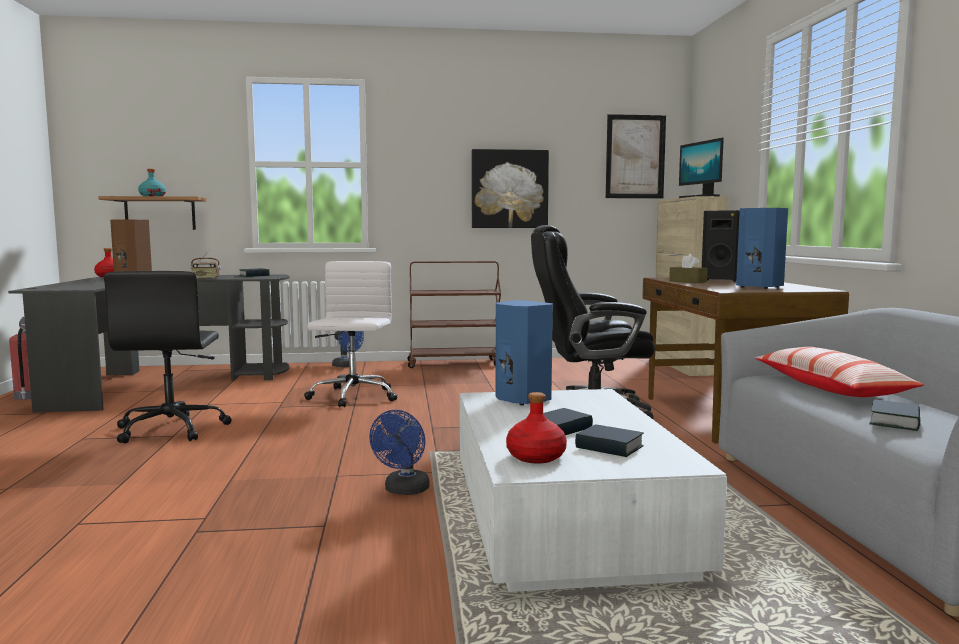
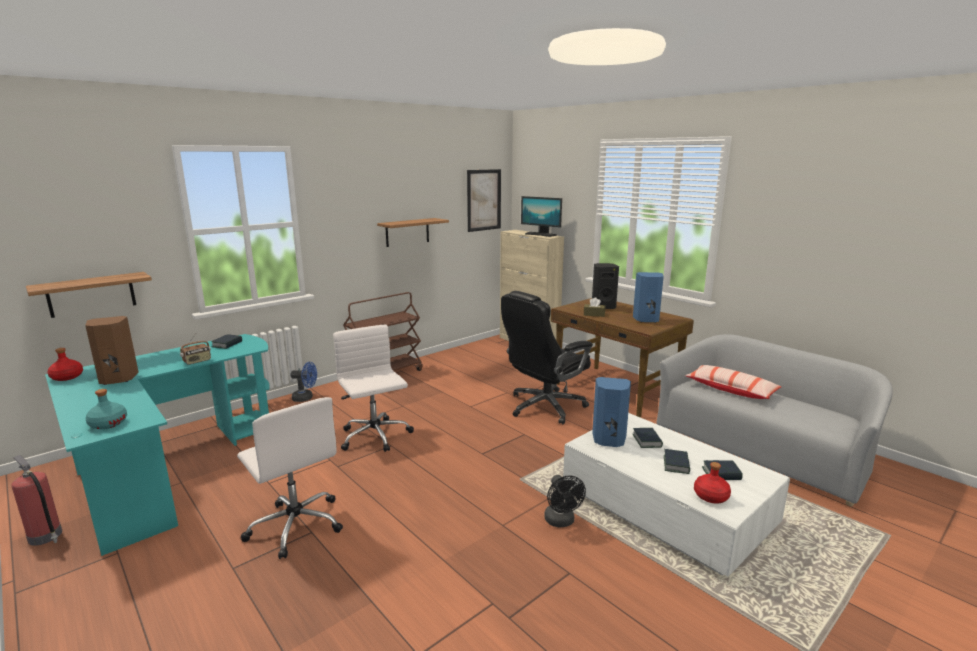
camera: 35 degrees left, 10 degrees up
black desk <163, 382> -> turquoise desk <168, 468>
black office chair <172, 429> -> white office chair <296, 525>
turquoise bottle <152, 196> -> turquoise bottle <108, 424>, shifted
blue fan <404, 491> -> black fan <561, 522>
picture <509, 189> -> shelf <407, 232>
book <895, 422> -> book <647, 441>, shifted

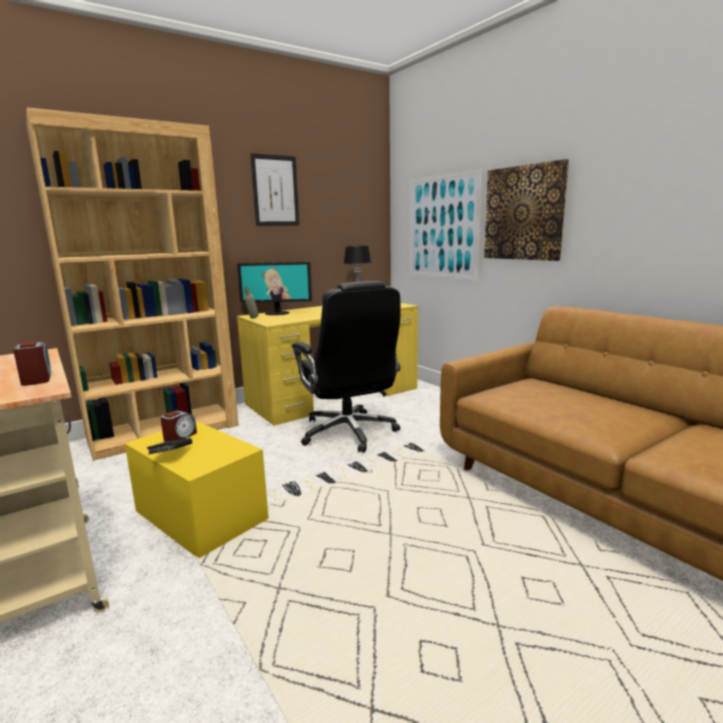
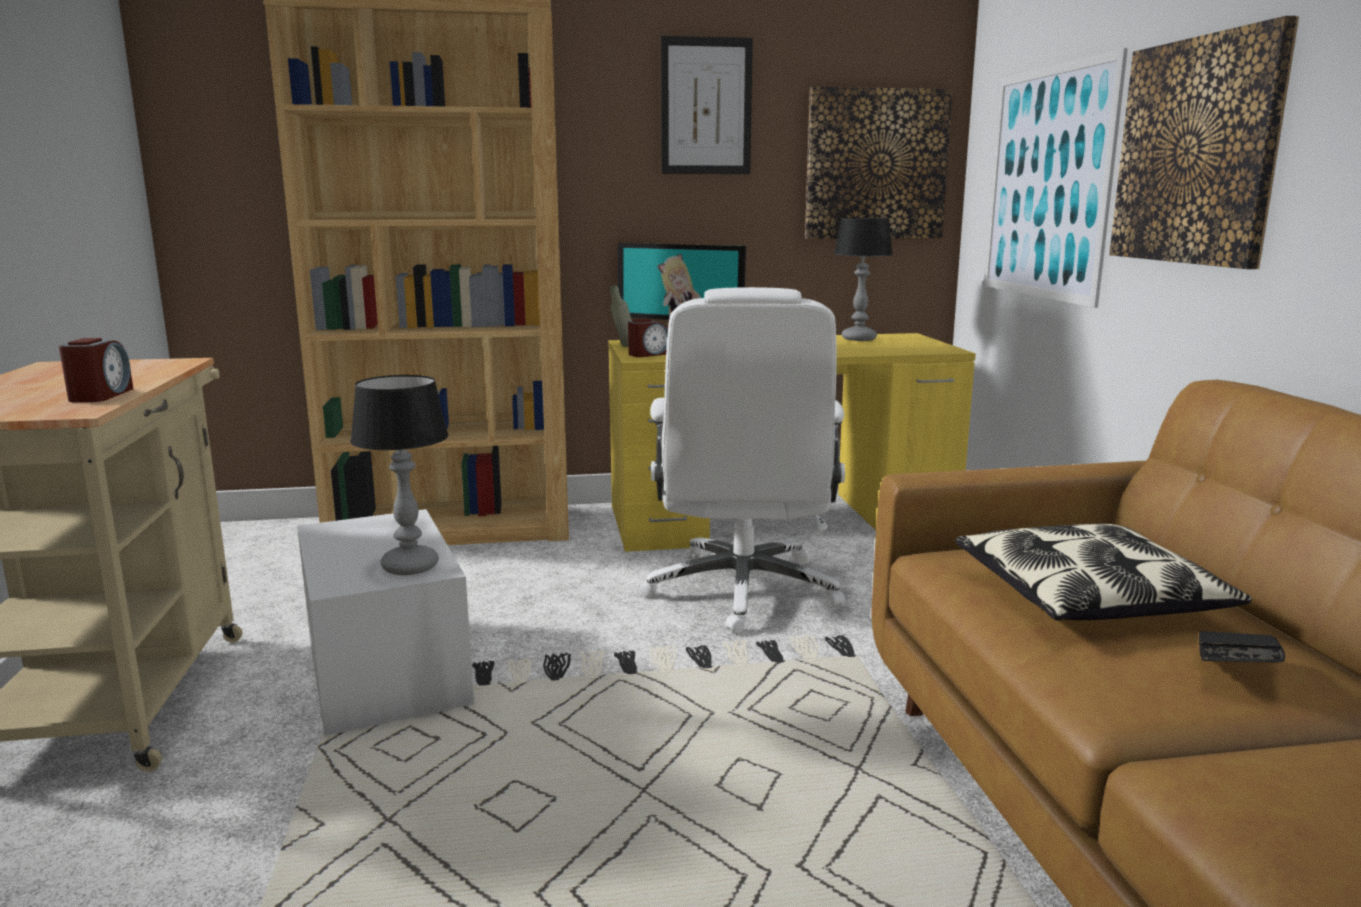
camera: 25 degrees right, 0 degrees up
yellow storage box <200, 515> -> white storage box <386, 671>
black book <171, 455> -> black book <1234, 672>, shifted
alarm clock <180, 437> -> alarm clock <648, 354>, shifted
black office chair <349, 433> -> white office chair <742, 591>
none -> table lamp <410, 567>
none -> picture <876, 164>
none -> pillow <1088, 597>

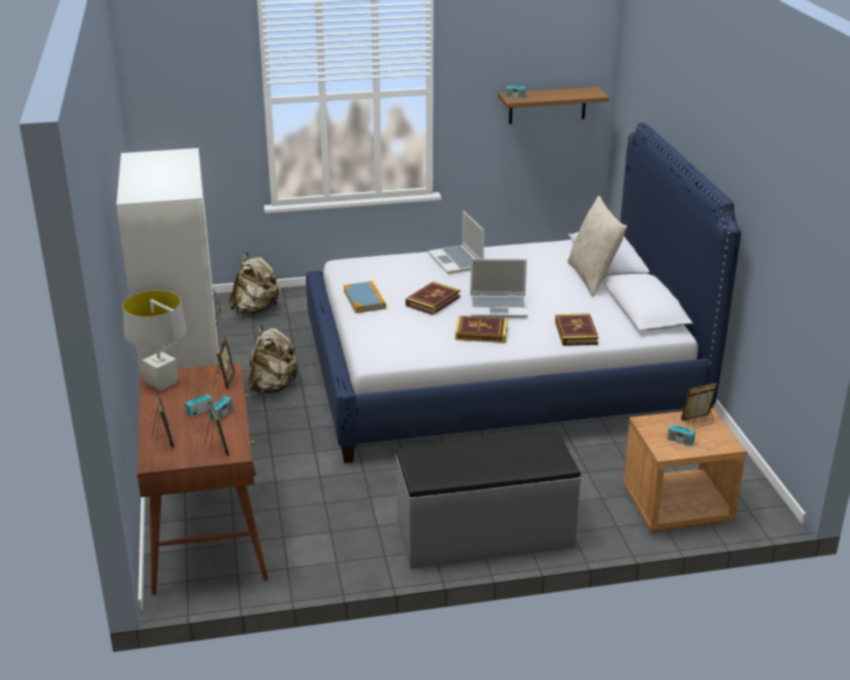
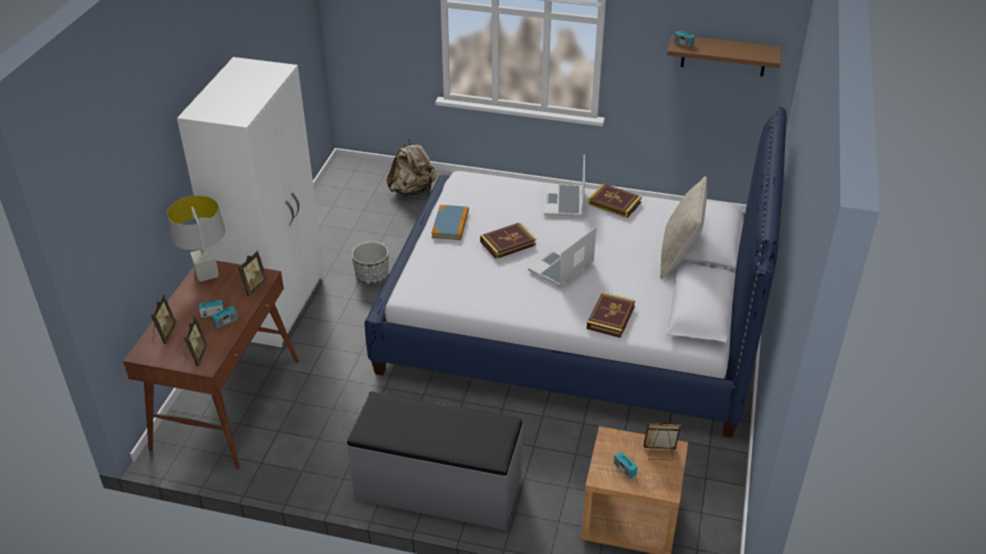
camera: 25 degrees right, 10 degrees up
beige backpack <273, 387> -> planter <372, 276>
book <481, 332> -> book <614, 203>, shifted
laptop <499, 308> -> laptop <561, 267>, 105 degrees clockwise

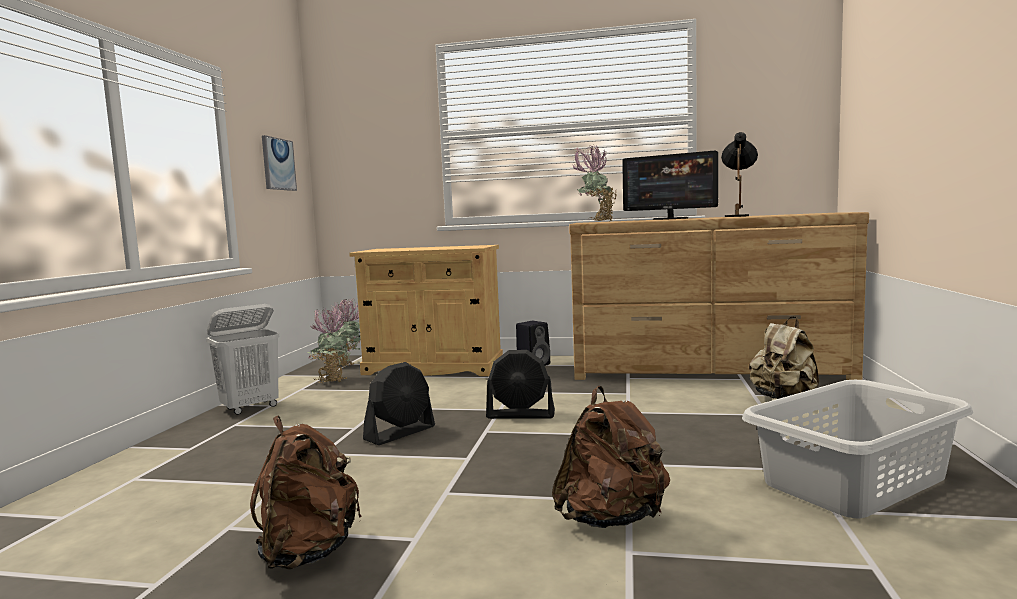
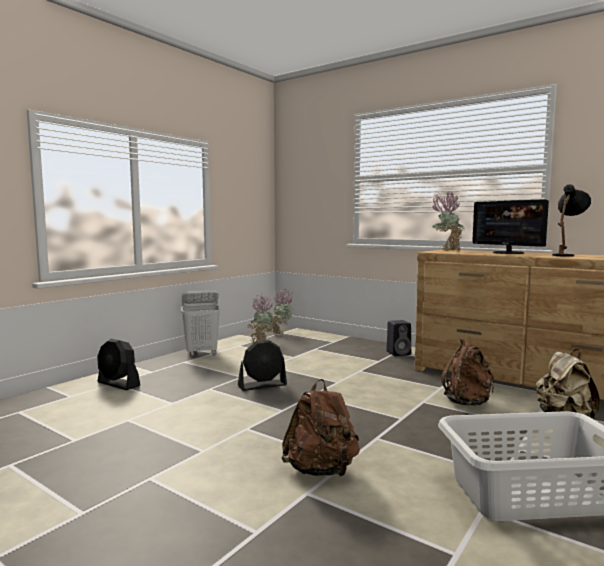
camera: 25 degrees right, 0 degrees up
brown backpack <308, 552> -> brown backpack <467, 402>, shifted
picture <278, 164> -> none
beige cabinet <433, 368> -> none
black fan <521, 415> -> black fan <118, 384>, shifted

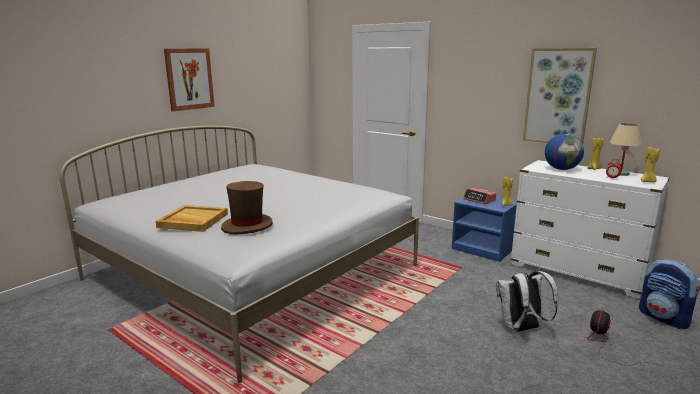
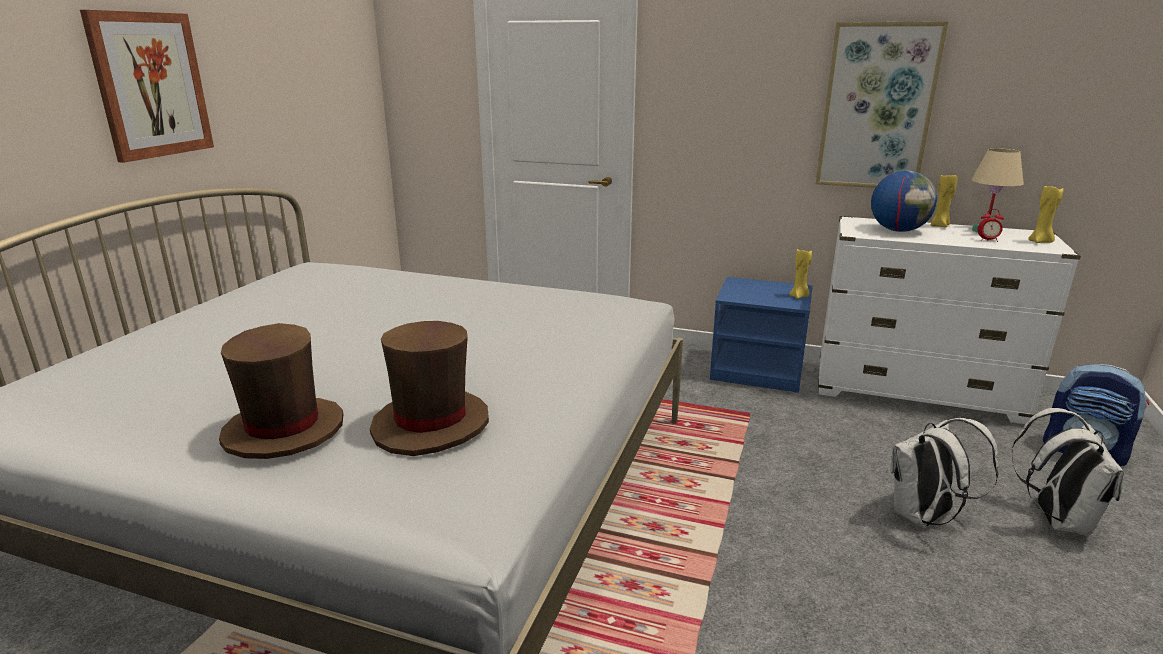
camera: 20 degrees left, 5 degrees up
beige tray <192, 221> -> brown hat <284, 431>
alarm clock <479, 200> -> none
fan <606, 344> -> white backpack <1056, 519>

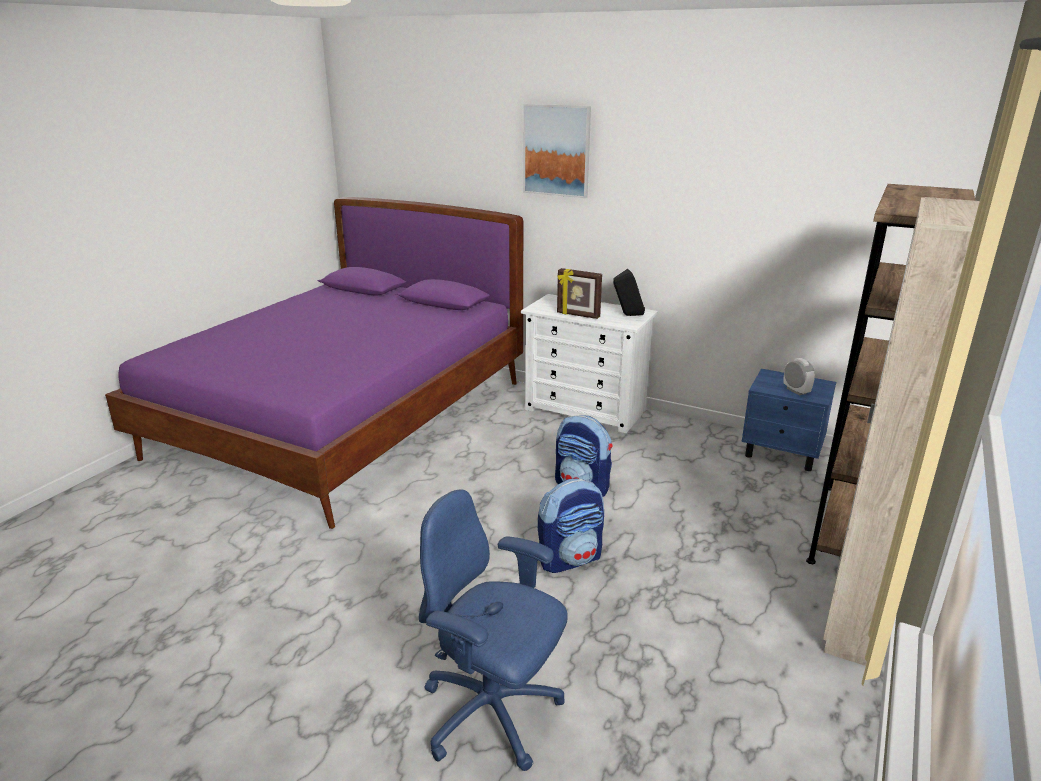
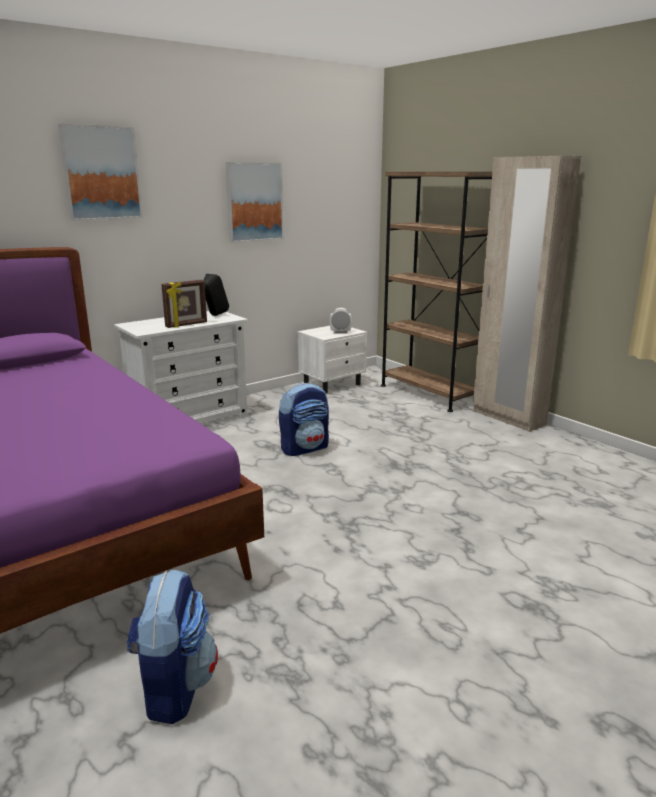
camera: 65 degrees left, 5 degrees down
blue office chair <492, 714> -> none
backpack <570, 558> -> backpack <174, 687>, shifted
blue nightstand <782, 453> -> white nightstand <333, 384>
none -> picture <254, 202>

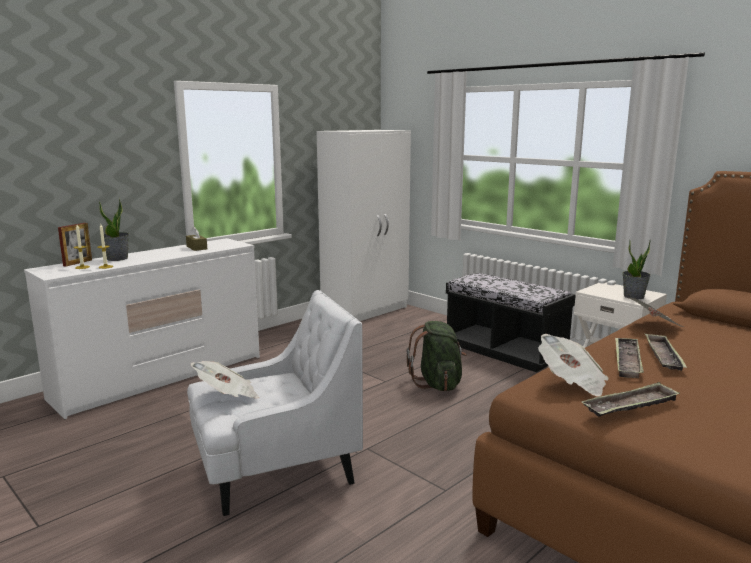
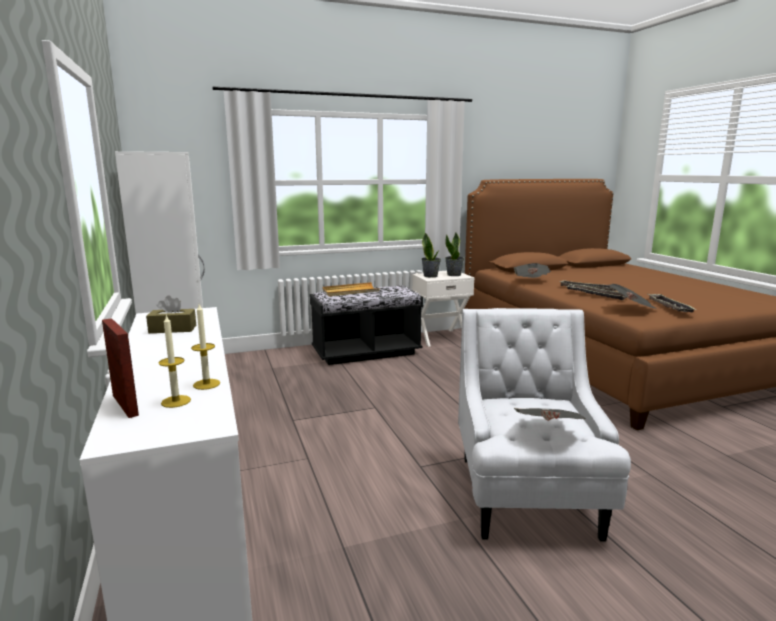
camera: 65 degrees left, 0 degrees up
potted plant <117, 258> -> potted plant <430, 276>, shifted
green backpack <438, 384> -> none
none -> beige tray <350, 291>

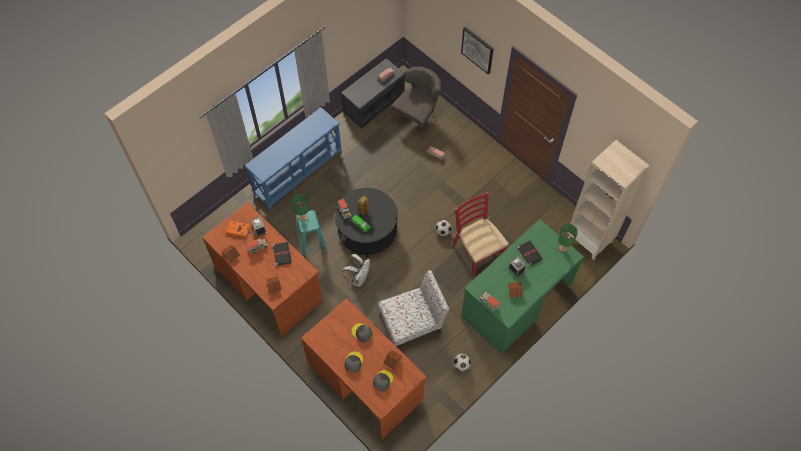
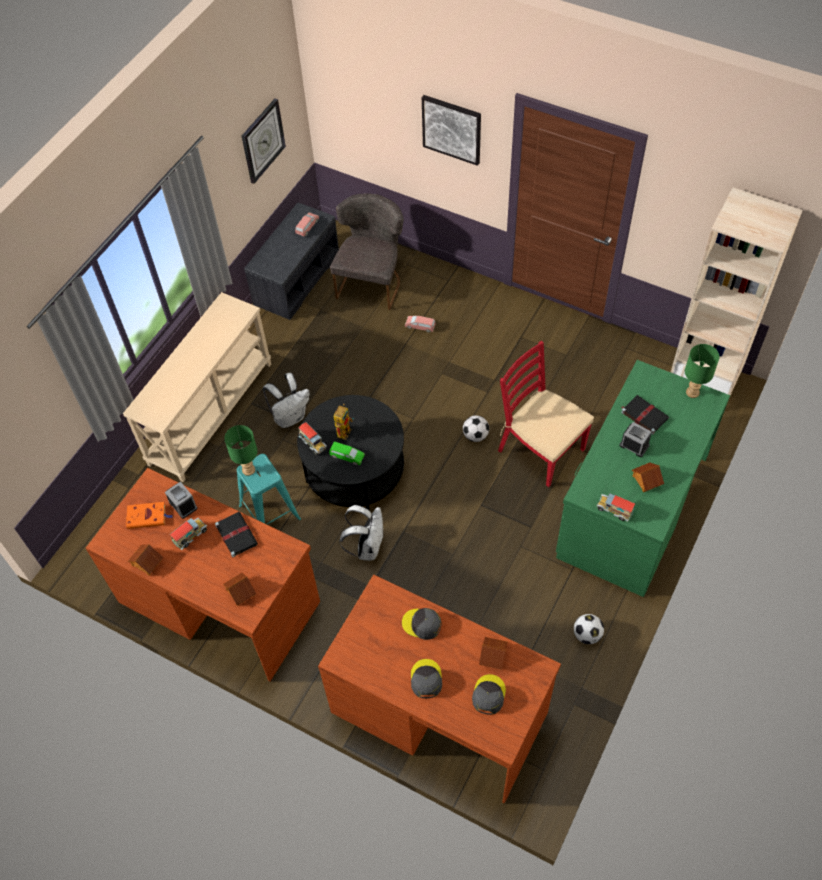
camera: 15 degrees left, 5 degrees down
blue console table <298, 172> -> beige console table <210, 412>
chair <412, 323> -> none
none -> wall clock <262, 140>
none -> white backpack <290, 417>

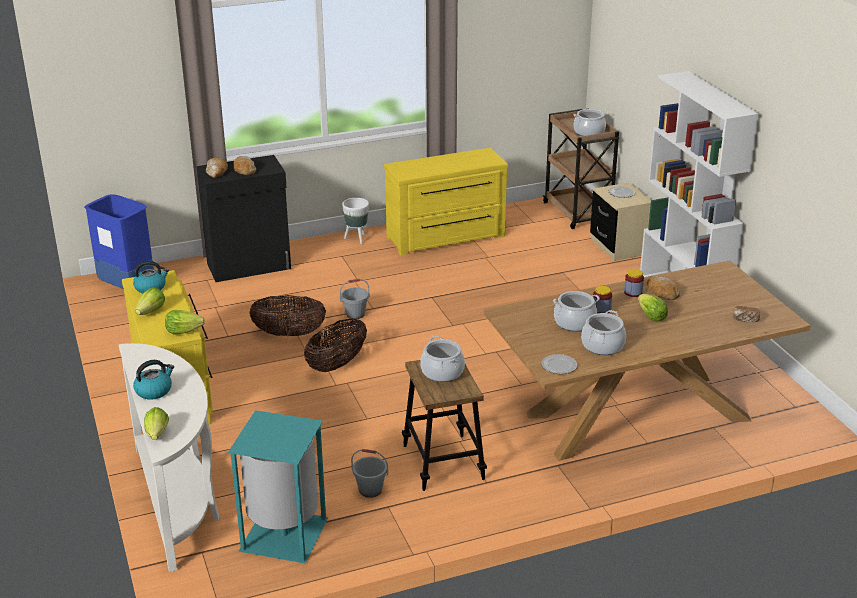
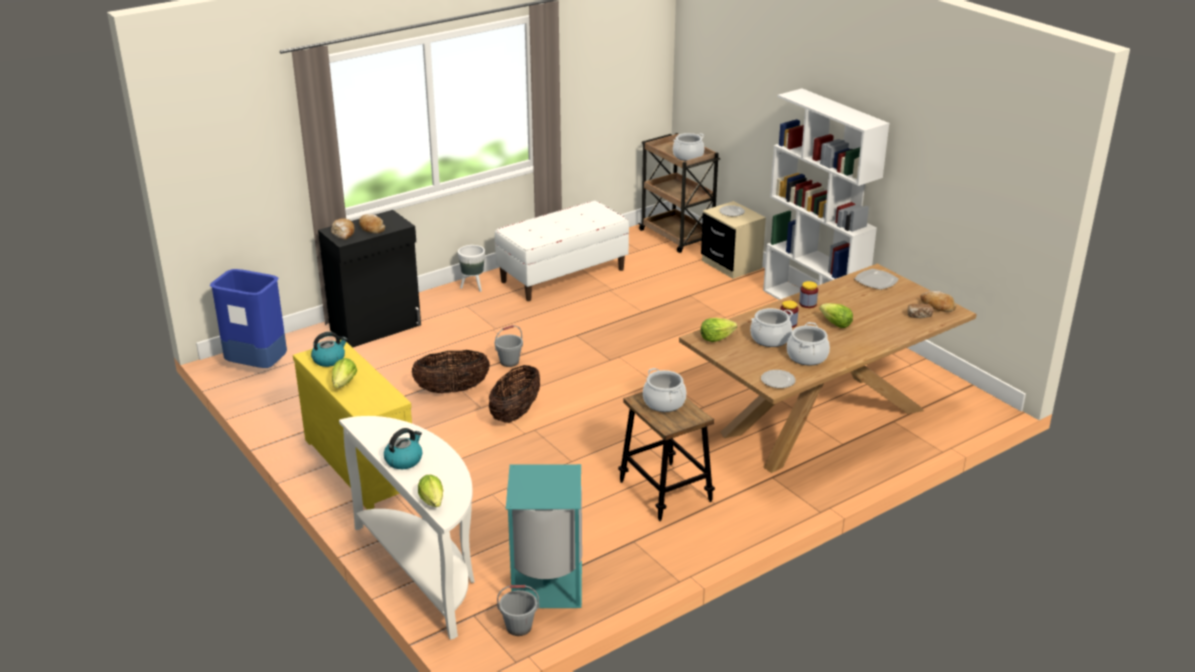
camera: 15 degrees left, 0 degrees up
lettuce <183, 331> -> lettuce <716, 338>, shifted
grey bucket <370, 490> -> grey bucket <519, 627>, shifted
yellow dresser <447, 238> -> white bench <562, 275>
bread <661, 293> -> bread <937, 306>, shifted
none -> plate <876, 281>

